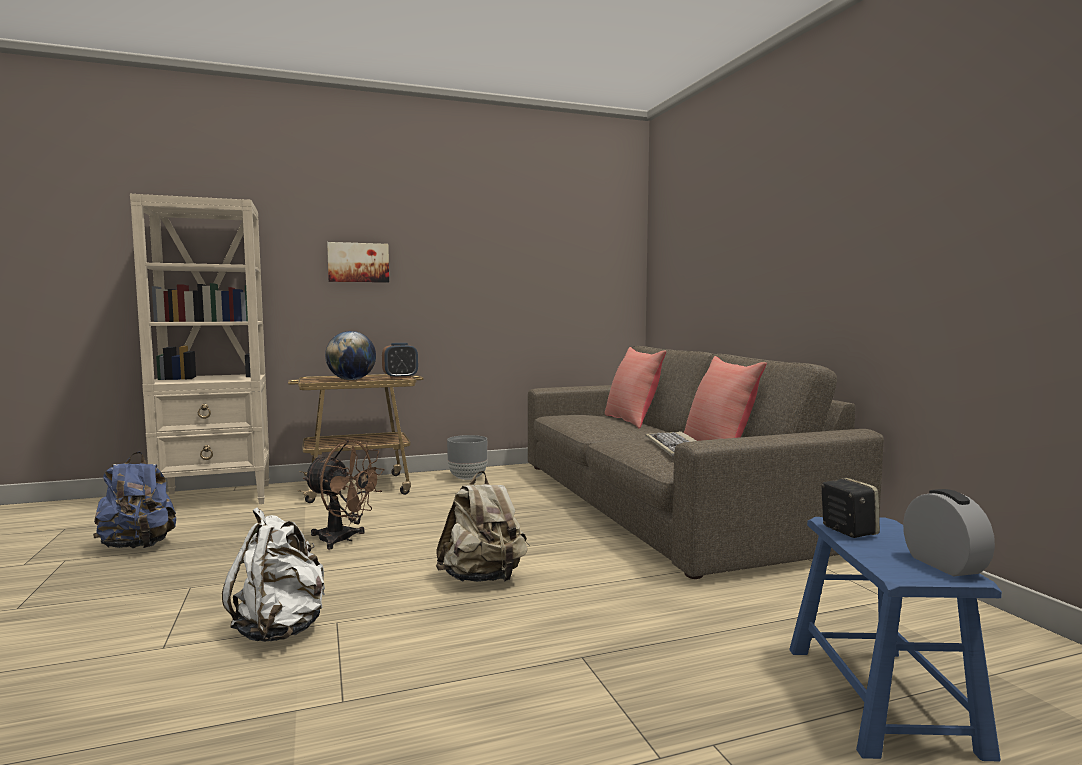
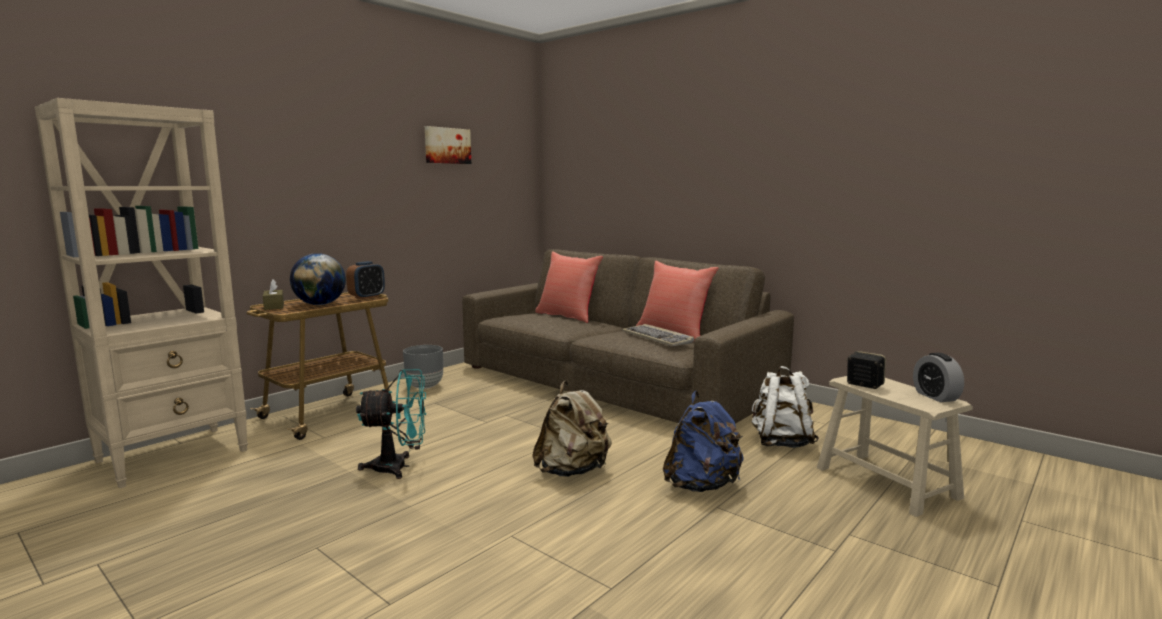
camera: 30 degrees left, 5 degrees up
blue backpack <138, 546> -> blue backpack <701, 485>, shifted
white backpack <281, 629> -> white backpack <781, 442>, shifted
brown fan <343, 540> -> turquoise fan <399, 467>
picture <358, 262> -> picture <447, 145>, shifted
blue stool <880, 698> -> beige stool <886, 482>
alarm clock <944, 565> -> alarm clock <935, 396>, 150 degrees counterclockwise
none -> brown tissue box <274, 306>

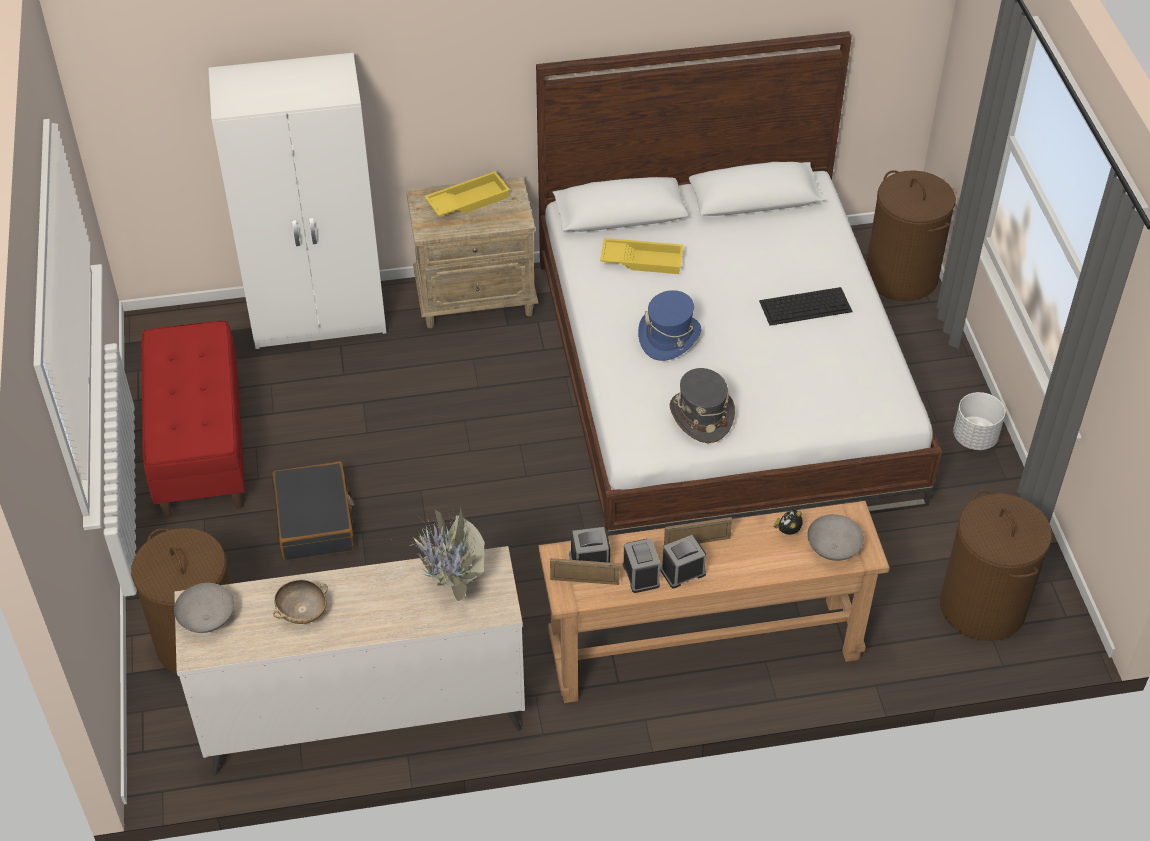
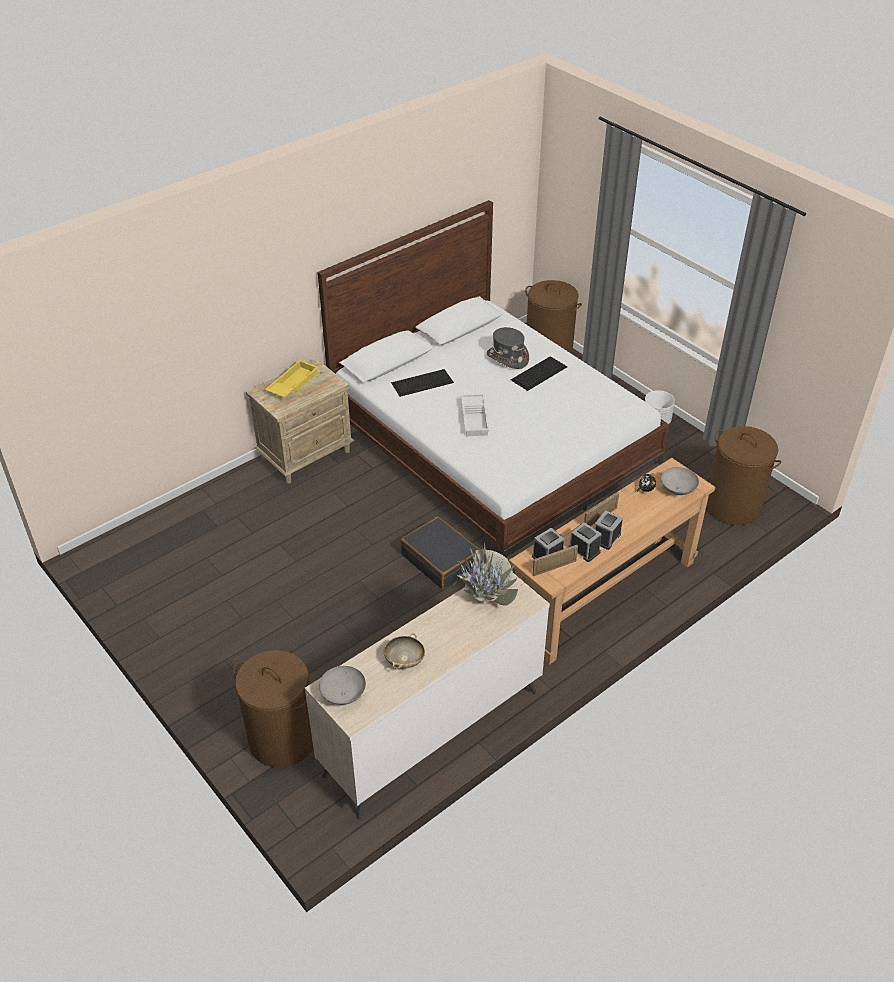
camera: 30 degrees left, 5 degrees down
red bench <200, 447> -> none
white wardrobe <320, 318> -> none
black suitcase <315, 521> -> black suitcase <440, 560>, shifted
yellow tray <642, 259> -> keyboard <422, 382>
blue hat <669, 337> -> white tray <475, 418>
grey hat <701, 416> -> grey hat <507, 358>, shifted

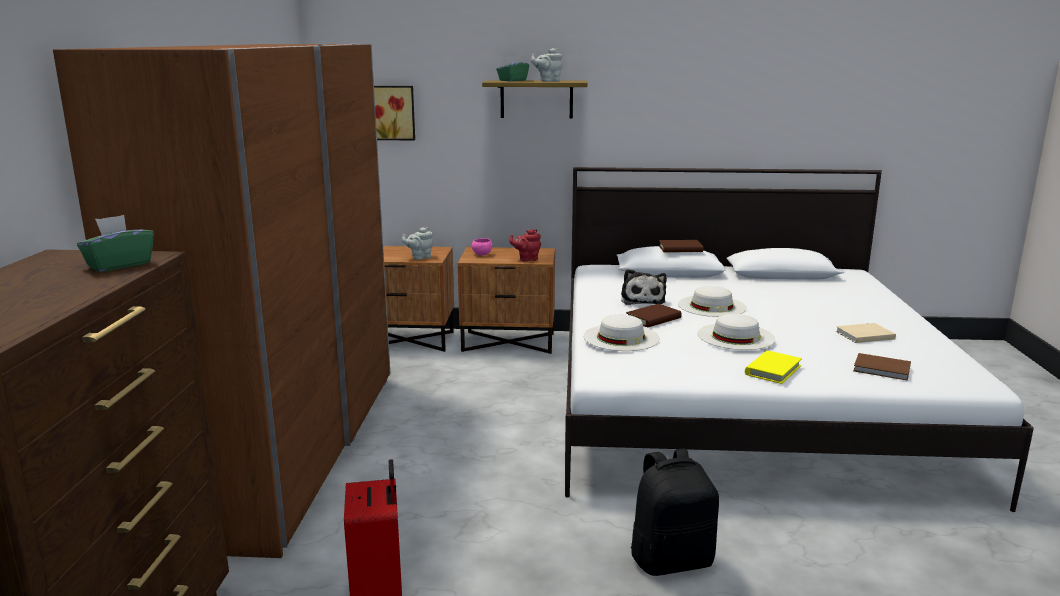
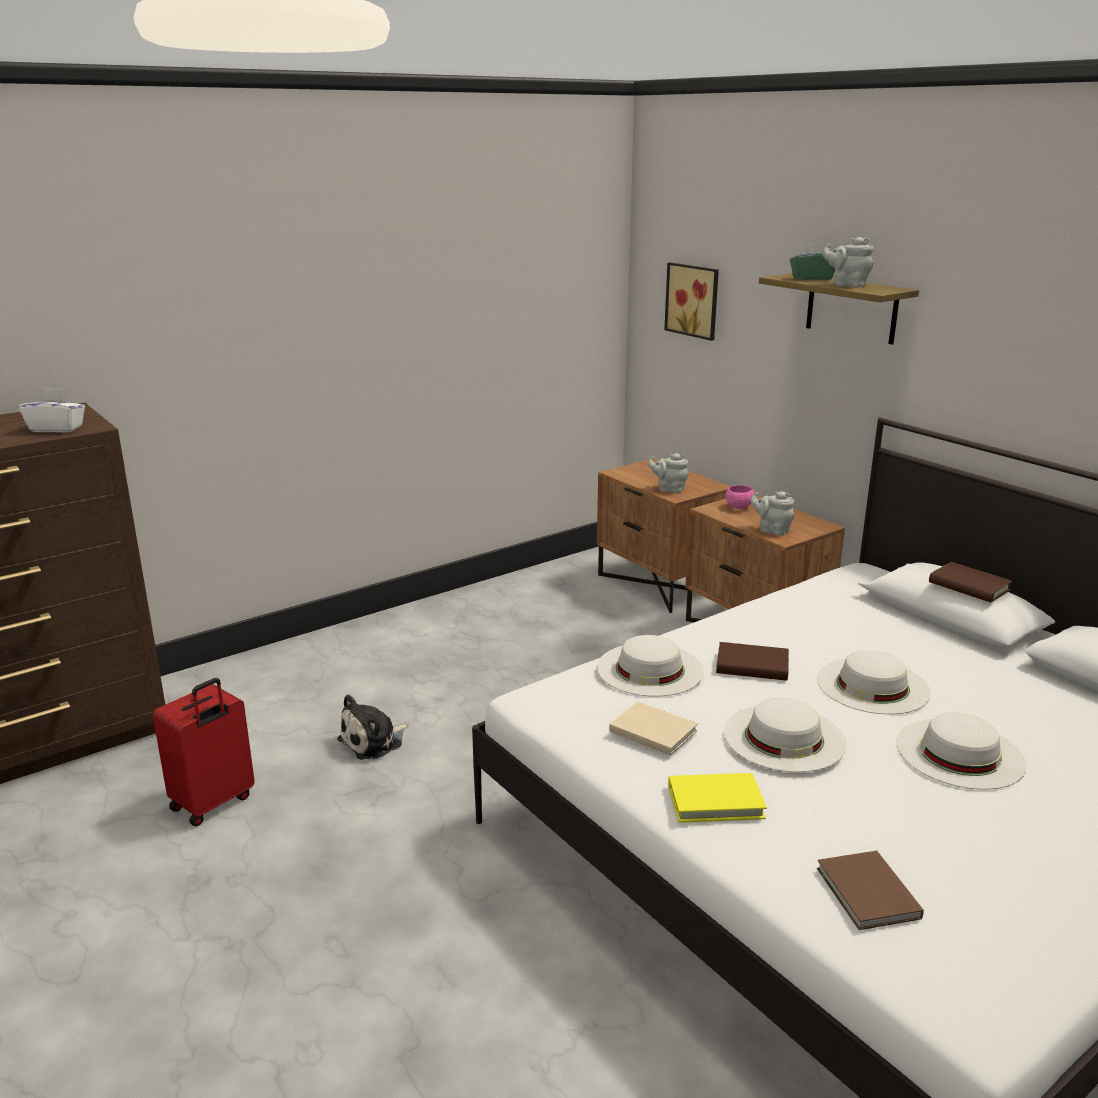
camera: 50 degrees right, 5 degrees up
brown wardrobe <289, 448> -> none
green tissue box <119, 265> -> white tissue box <57, 429>
red teapot <526, 259> -> grey teapot <772, 530>
plush toy <642, 300> -> plush toy <374, 742>, shifted
black backpack <671, 560> -> none
beige book <863, 335> -> beige book <651, 730>, shifted
none -> white hat <960, 753>

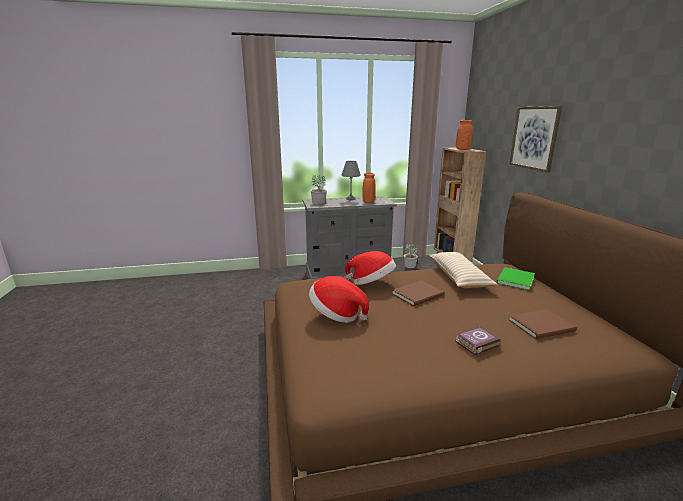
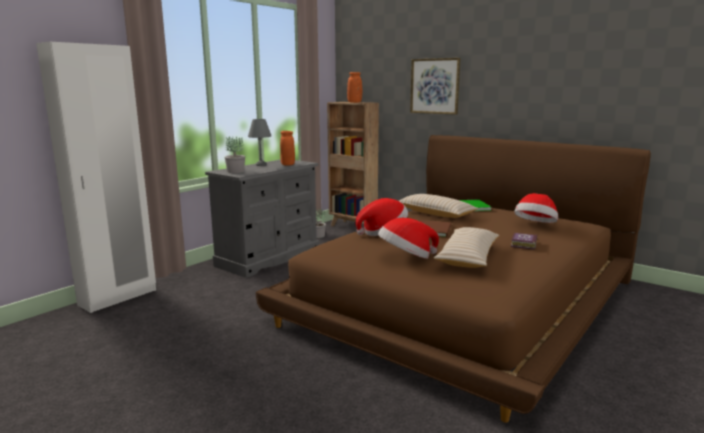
camera: 40 degrees left, 5 degrees down
brown book <543, 326> -> hat <535, 225>
none -> white wardrobe <118, 297>
none -> beige pillow <468, 257>

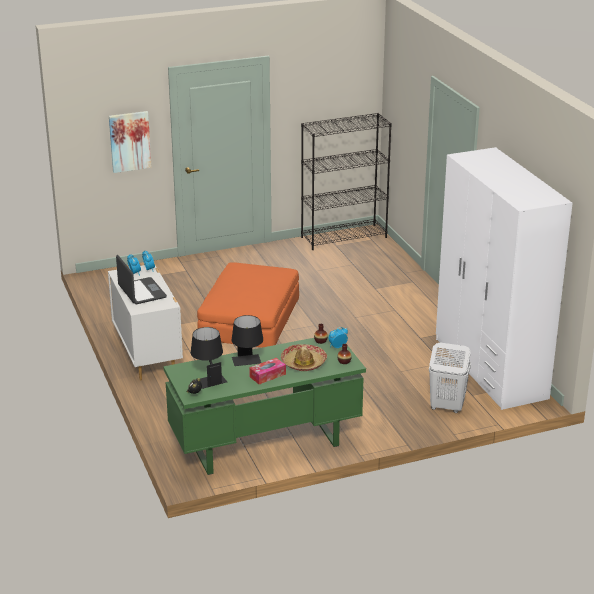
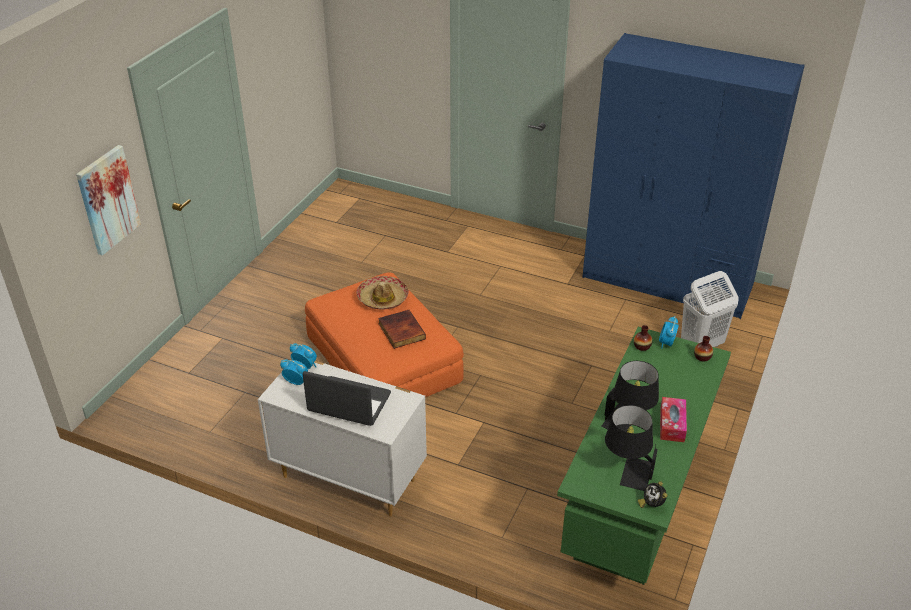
camera: 45 degrees left, 10 degrees up
hat <303, 363> -> hat <382, 298>, shifted
black bookcase <344, 237> -> none
white wardrobe <490, 368> -> blue wardrobe <667, 281>
none -> book <400, 331>

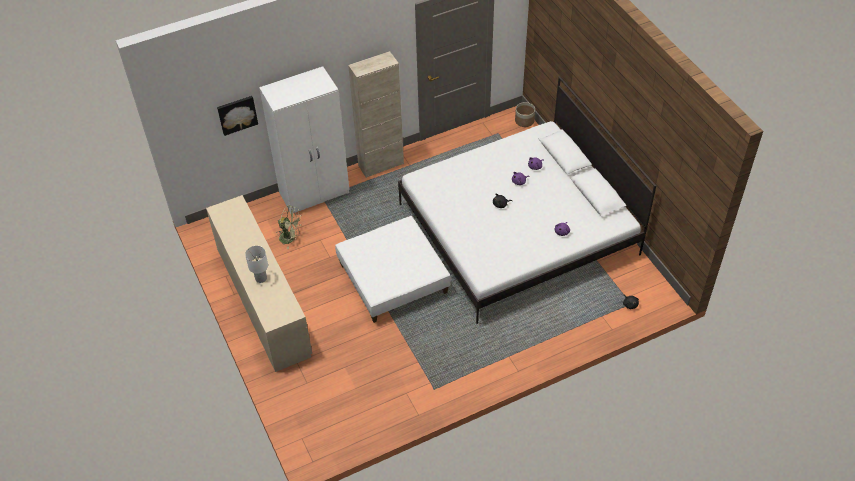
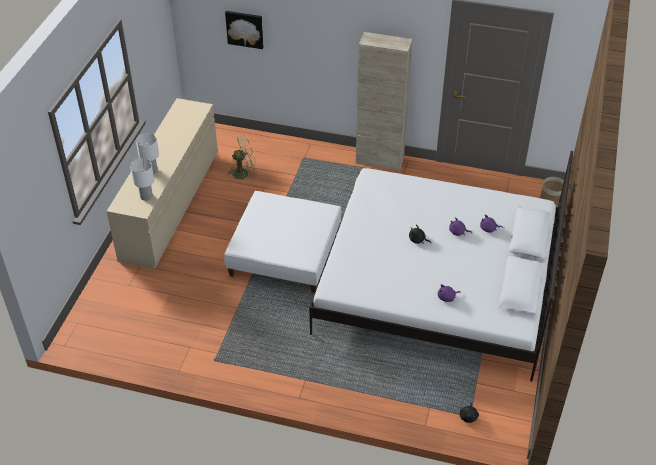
camera: 40 degrees right, 5 degrees down
white wardrobe <315, 193> -> none
green fan <290, 238> -> green fan <244, 173>, 75 degrees counterclockwise
none -> white table lamp <146, 196>

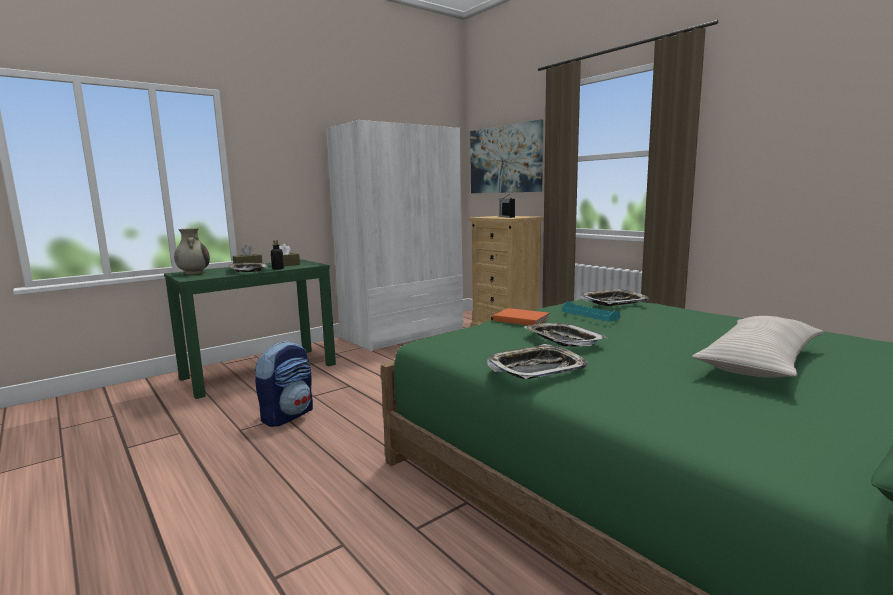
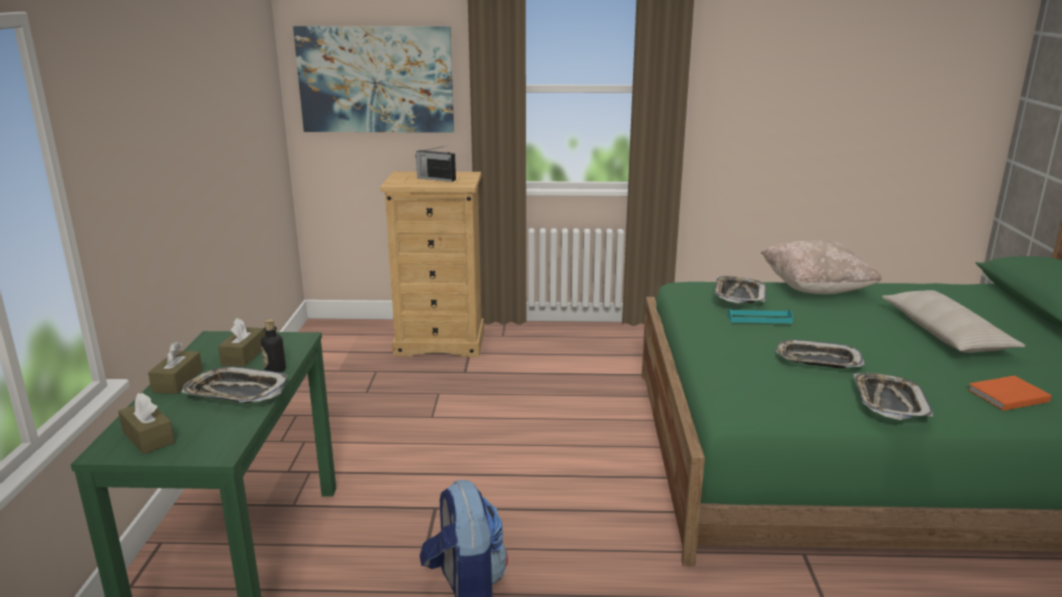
camera: 50 degrees left, 10 degrees up
beige vase <194, 273> -> brown tissue box <148, 437>
white wardrobe <403, 333> -> none
orange book <520, 319> -> orange book <1005, 395>, shifted
none -> beige pillow <815, 288>

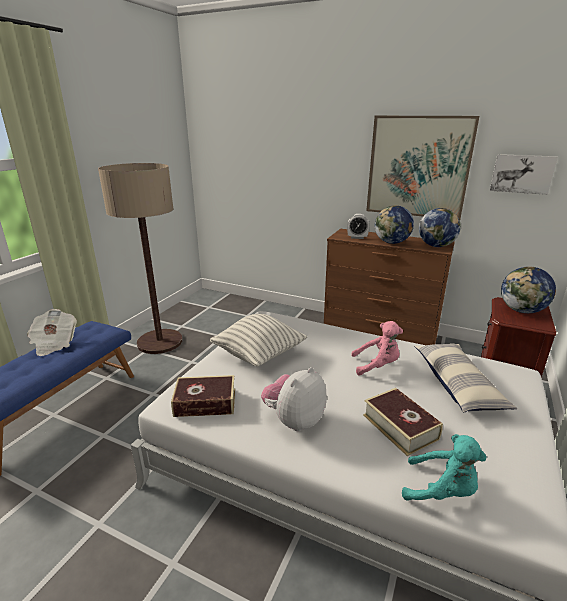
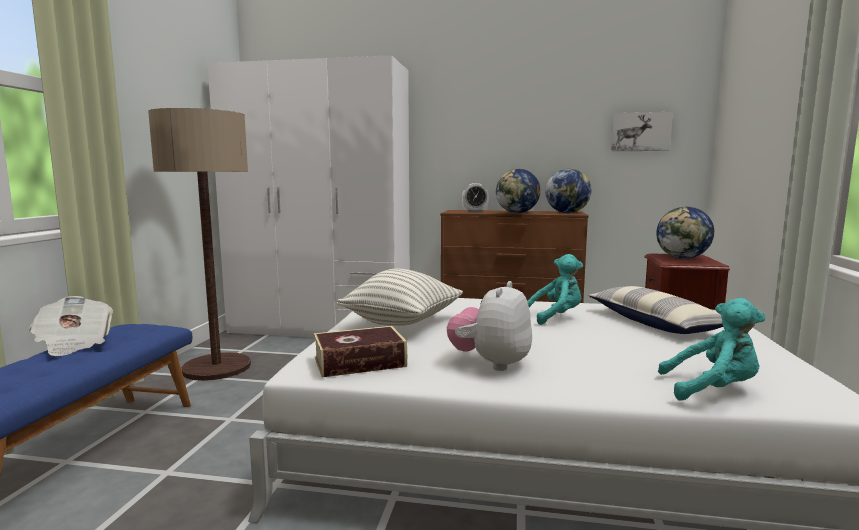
camera: 15 degrees left, 15 degrees down
pink plush toy <377, 365> -> turquoise plush toy <555, 317>
book <400, 427> -> none
picture <418, 167> -> none
none -> white wardrobe <321, 328>

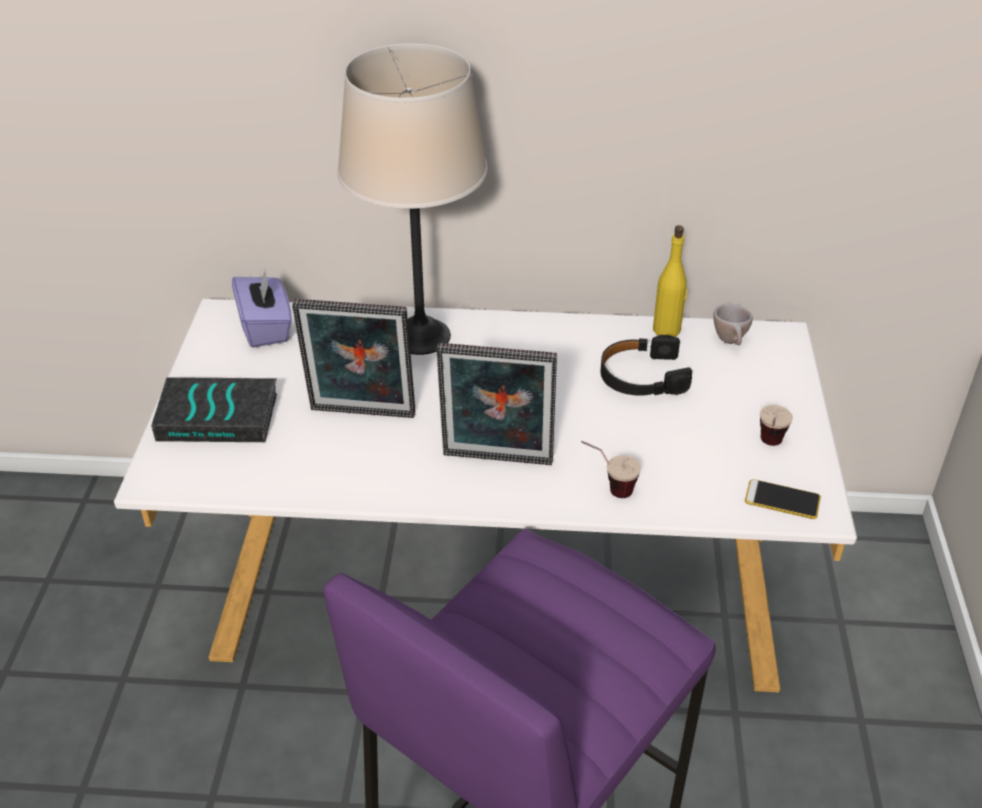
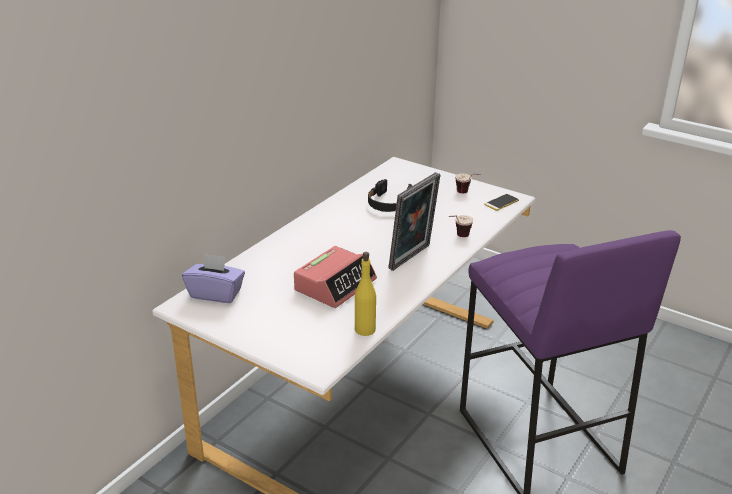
camera: 60 degrees left, 10 degrees down
book <219, 416> -> none
picture frame <361, 415> -> alarm clock <335, 285>
beige table lamp <421, 337> -> none
yellow bottle <667, 330> -> yellow bottle <365, 329>, shifted
beige cup <731, 342> -> none

